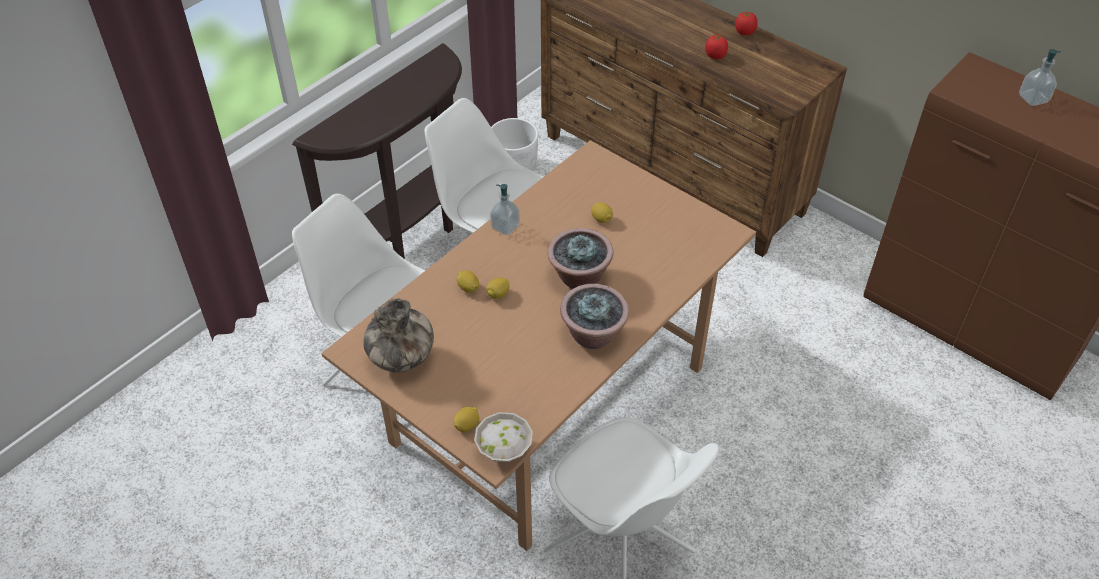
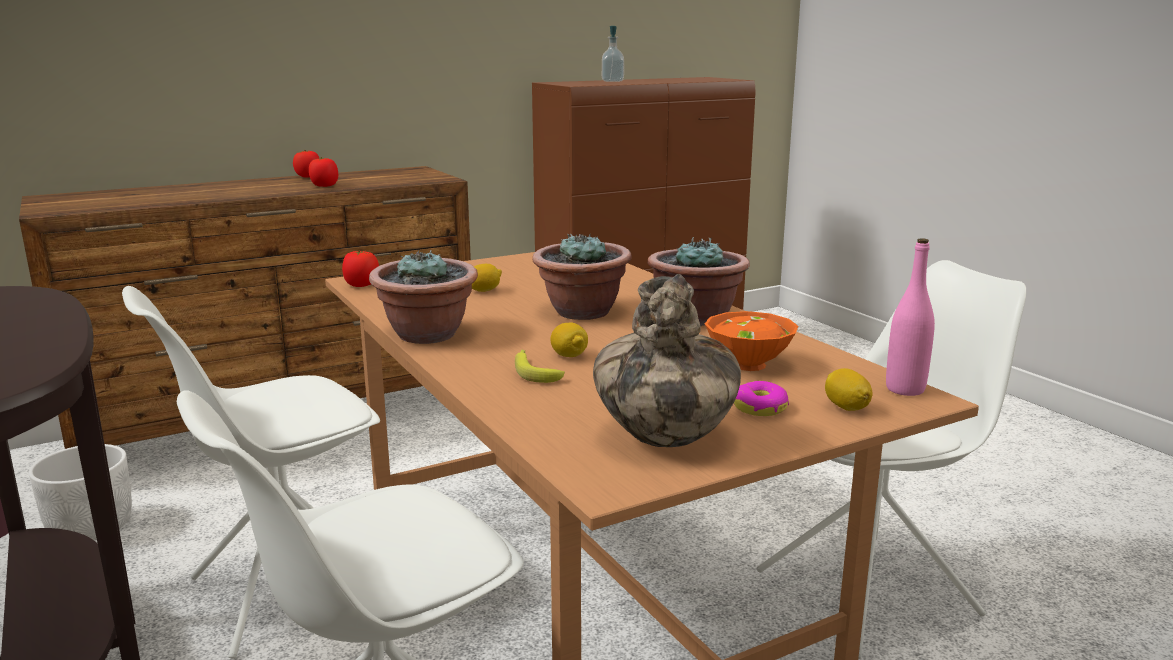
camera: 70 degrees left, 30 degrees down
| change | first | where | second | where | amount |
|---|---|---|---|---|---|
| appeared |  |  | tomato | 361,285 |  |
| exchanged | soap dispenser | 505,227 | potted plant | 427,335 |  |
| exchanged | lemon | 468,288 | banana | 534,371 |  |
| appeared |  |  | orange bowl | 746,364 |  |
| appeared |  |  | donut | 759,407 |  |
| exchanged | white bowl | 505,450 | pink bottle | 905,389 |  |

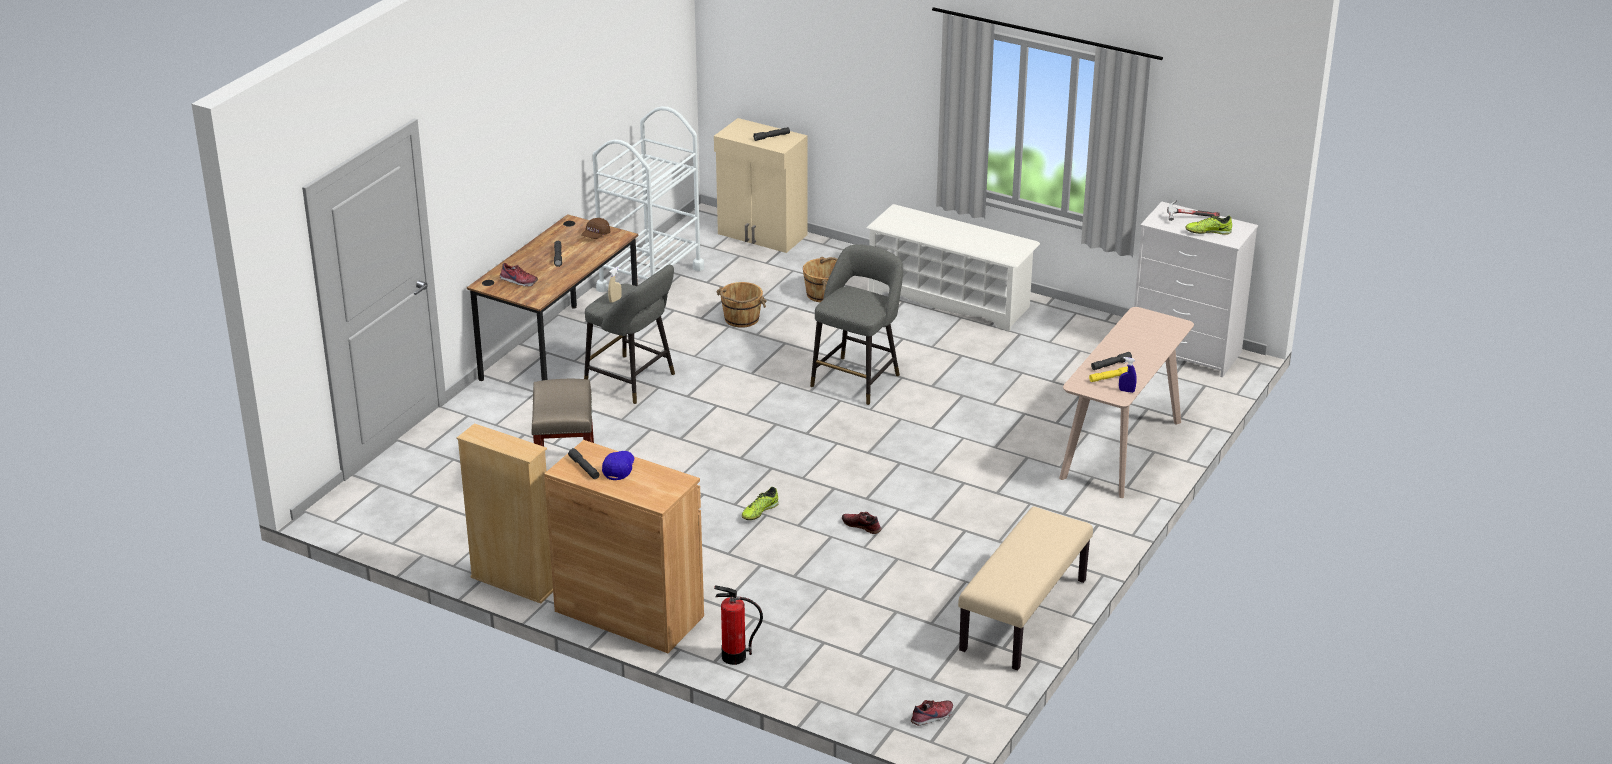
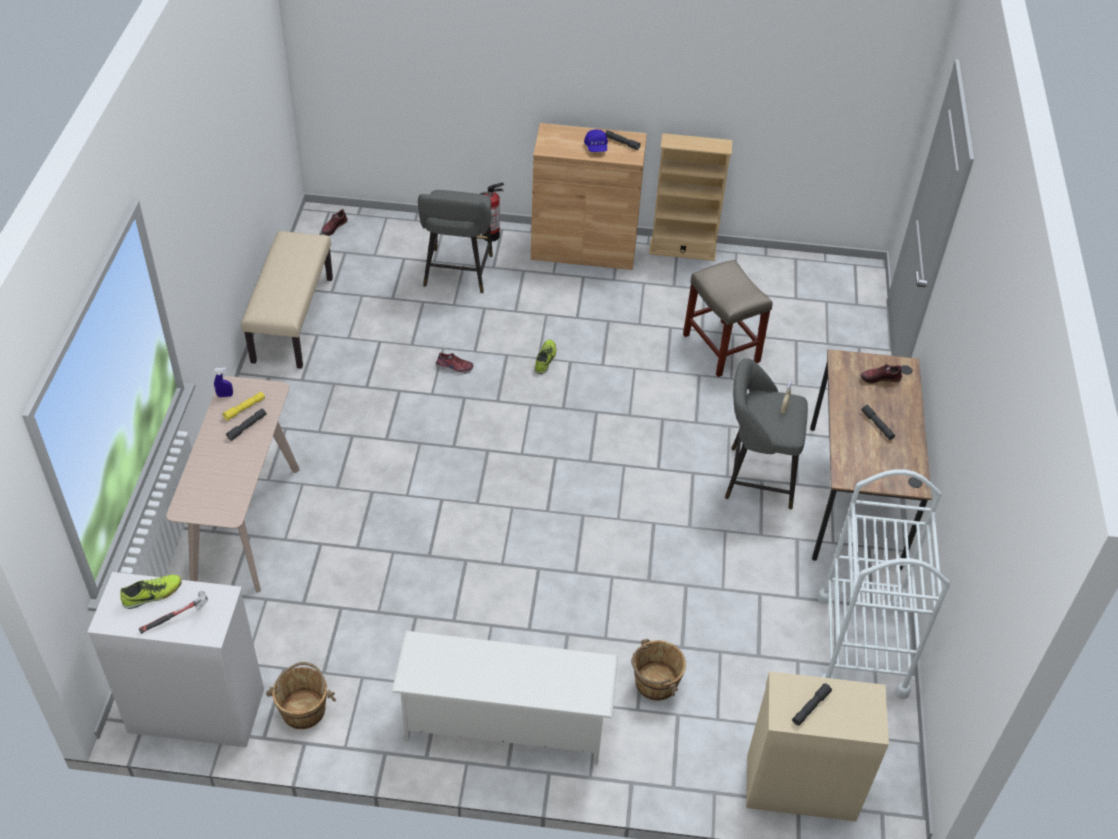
camera: 155 degrees right, 15 degrees up
| change | first | where | second | where | amount |
|---|---|---|---|---|---|
| relocated | brown bucket | 741,319 |  | 303,709 |  |
| relocated | grey stool | 857,378 |  | 457,274 |  |
| missing | brown cap | 595,235 |  |  |  |

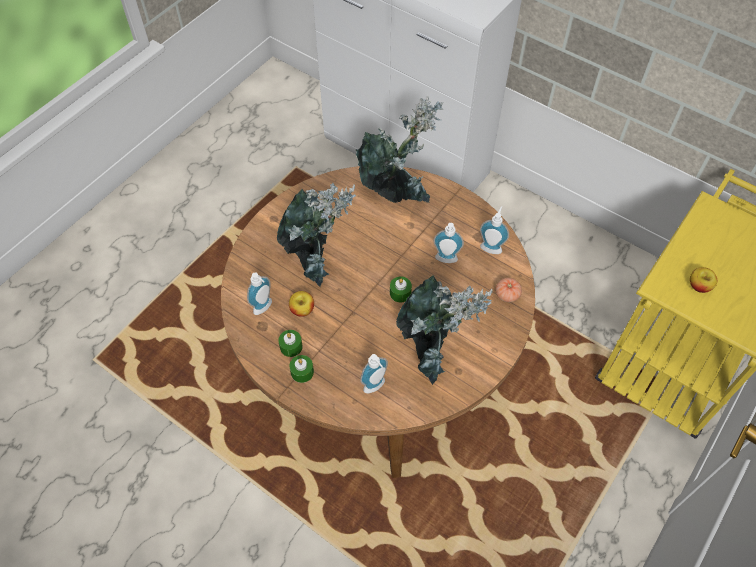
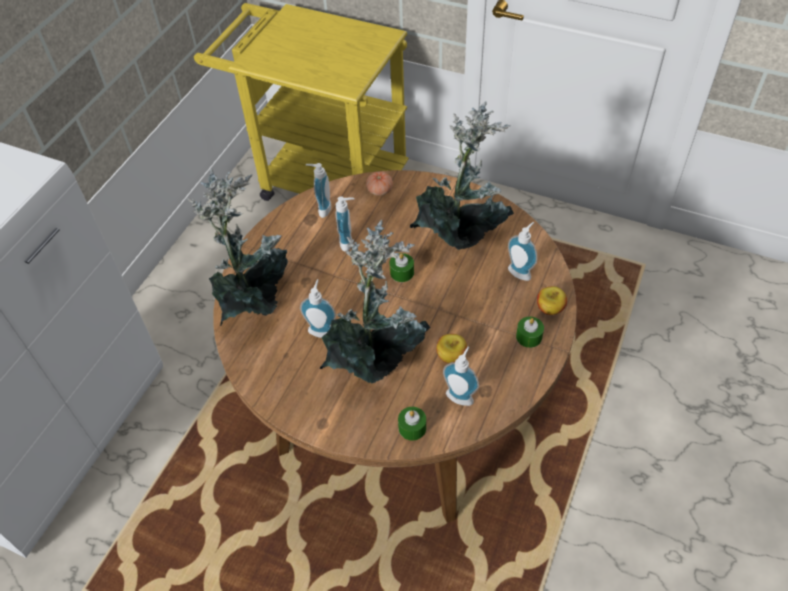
camera: 100 degrees left, 5 degrees down
| change | first | where | second | where | amount |
|---|---|---|---|---|---|
| appeared |  |  | soap dispenser | 322,329 |  |
| relocated | green candle | 291,346 |  | 412,428 |  |
| relocated | apple | 699,286 |  | 550,308 |  |

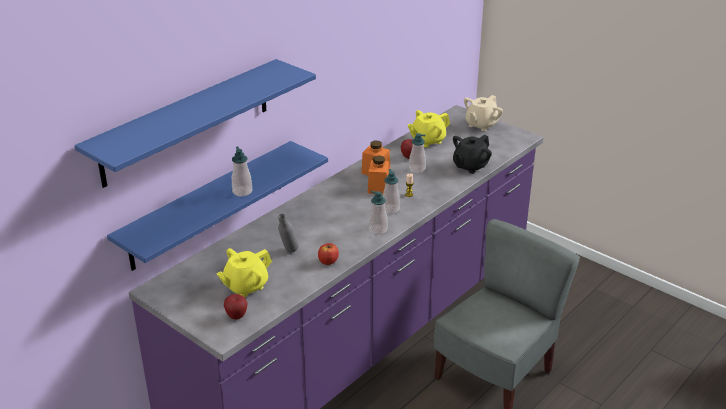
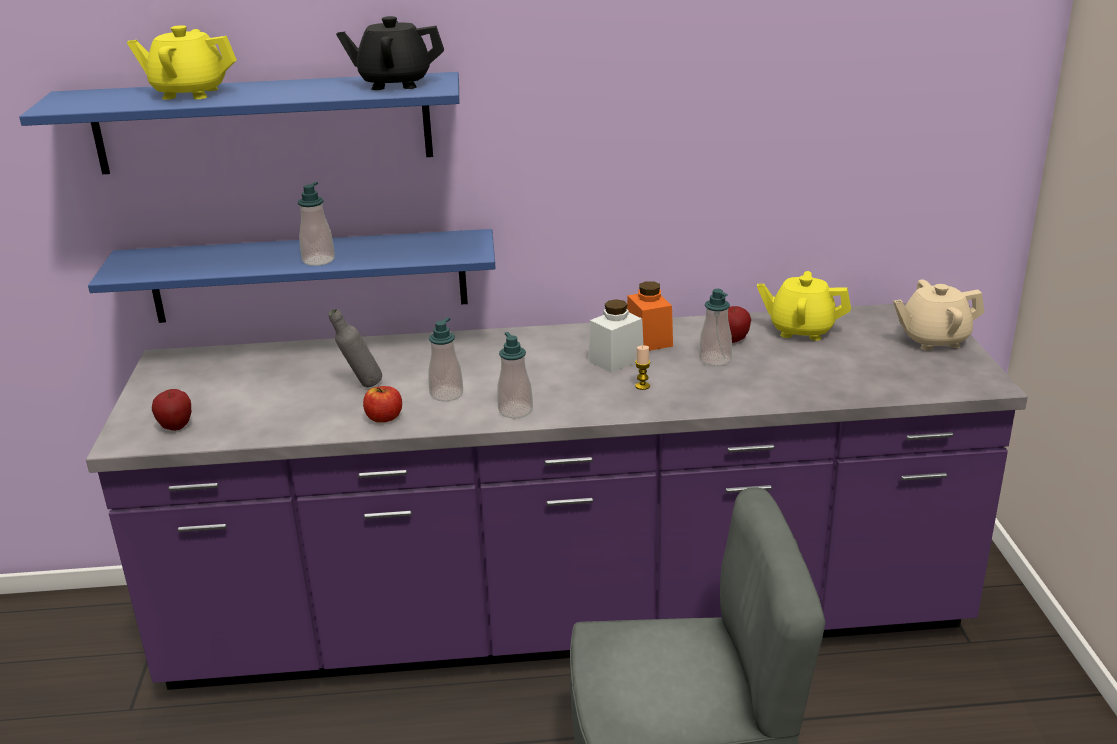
camera: 45 degrees right, 5 degrees down
| change | first | where | second | where | amount |
|---|---|---|---|---|---|
| relocated | yellow teapot | 245,286 |  | 189,93 |  |
| relocated | black teapot | 470,166 |  | 394,84 |  |
| relocated | soap dispenser | 390,209 |  | 446,394 |  |
| colour | orange jar | 378,187 | white jar | 616,360 |  |

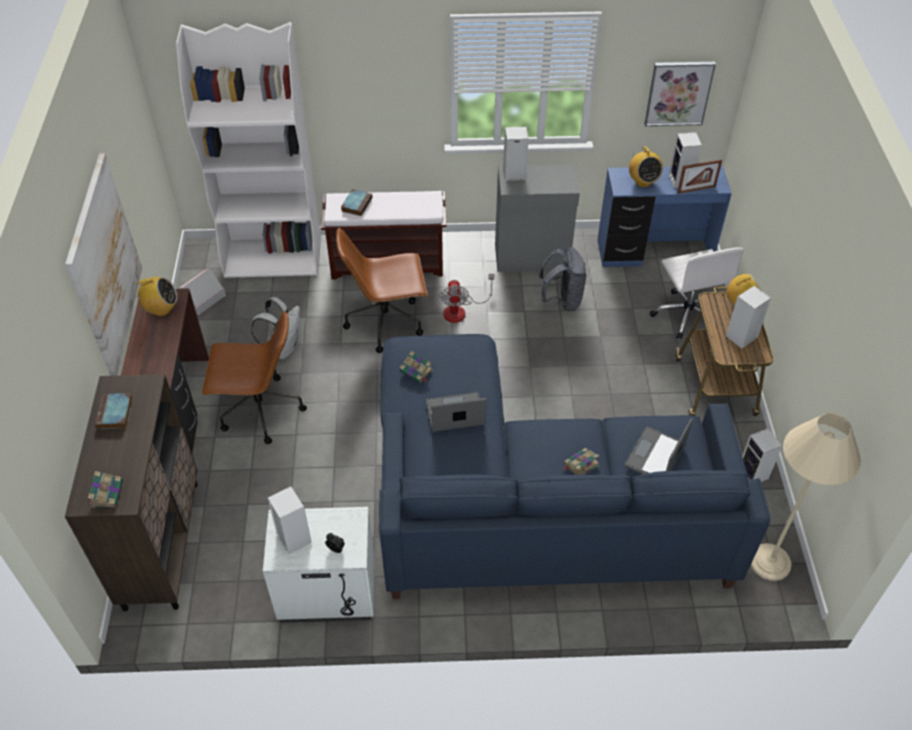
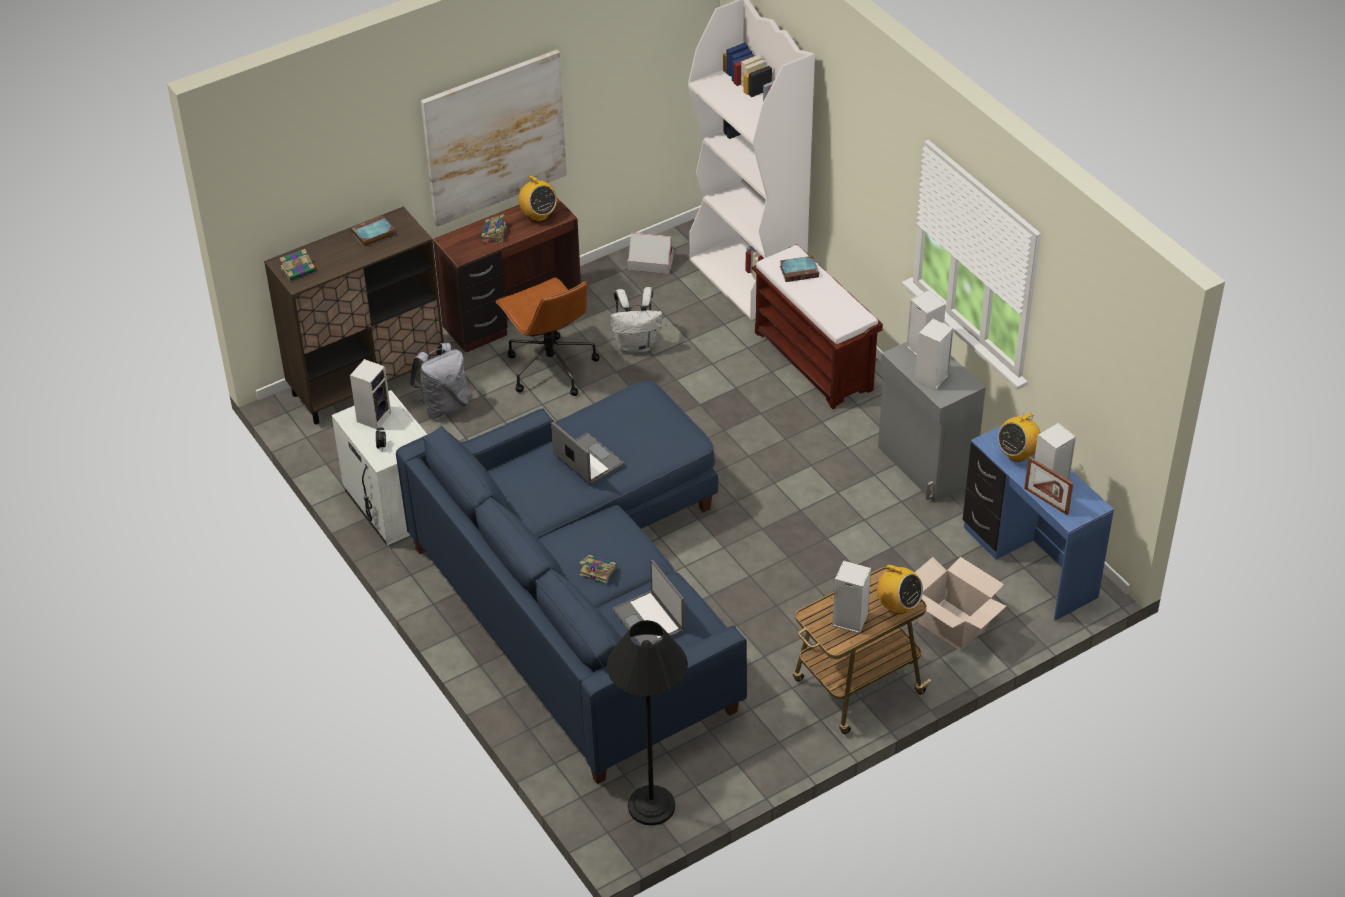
camera: 60 degrees right, 5 degrees down
| change | first | where | second | where | amount |
|---|---|---|---|---|---|
| relocated | grey backpack | 562,300 |  | 443,406 |  |
| relocated | book | 416,371 |  | 494,233 |  |
| colour | beige floor lamp | 770,562 | black floor lamp | 651,806 |  |
| spun | laptop | 656,456 |  | 649,620 | 120 degrees counterclockwise |
| relocated | speaker | 754,474 |  | 931,379 |  |
| exchanged | white office chair | 686,314 | cardboard box | 952,625 |  |
| missing | brown office chair | 386,322 |  |  |  |
| missing | fan | 460,310 |  |  |  |
| missing | picture | 678,93 |  |  |  |

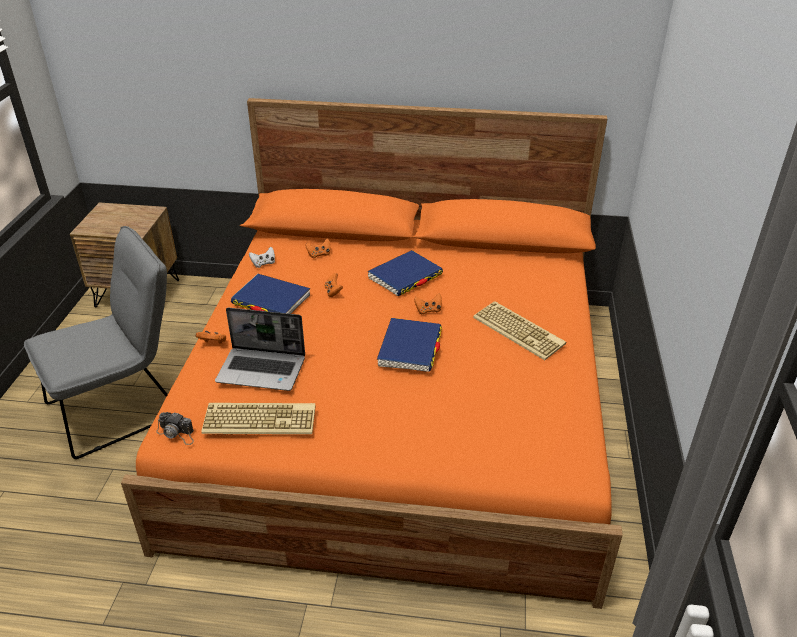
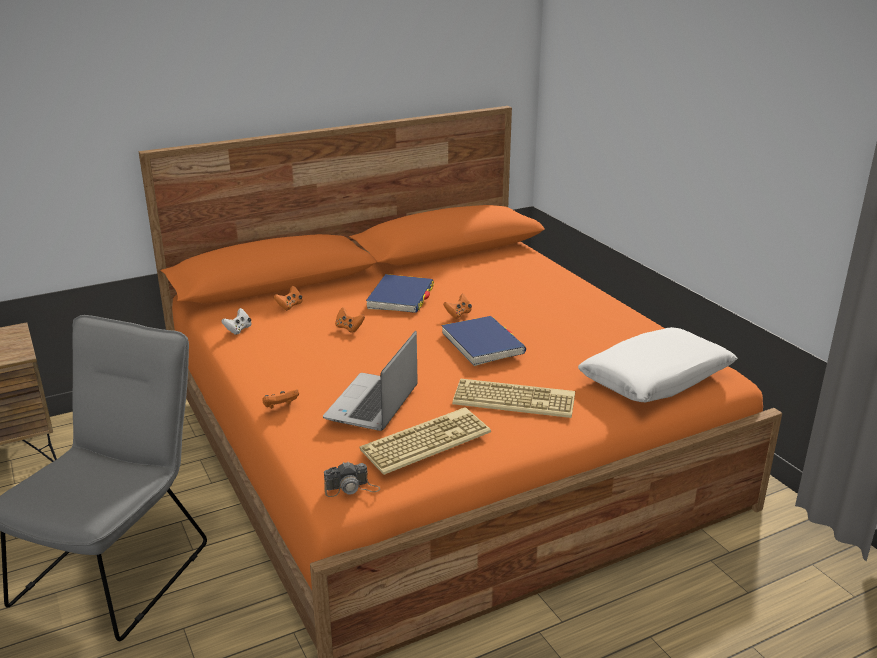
camera: 35 degrees left, 10 degrees down
| change | first | where | second | where | amount |
|---|---|---|---|---|---|
| spun | laptop | 262,370 |  | 373,404 | 135 degrees clockwise |
| relocated | keyboard | 520,331 |  | 515,399 |  |
| appeared |  |  | white pillow | 656,378 |  |
| missing | blue book | 271,300 |  |  |  |

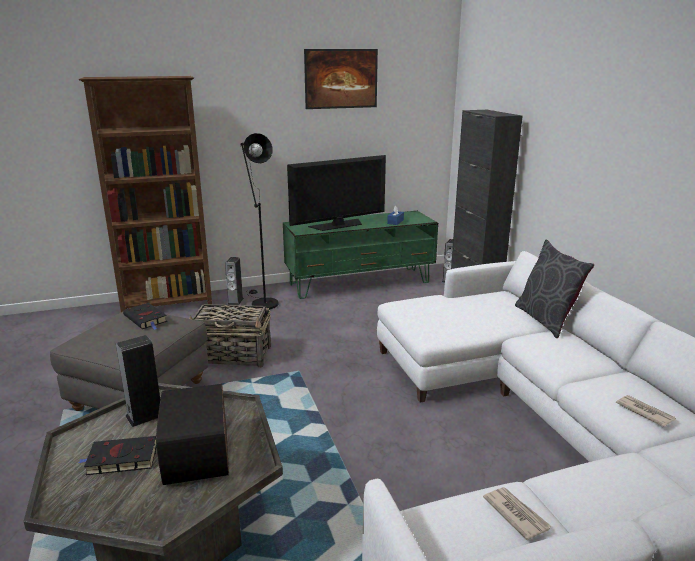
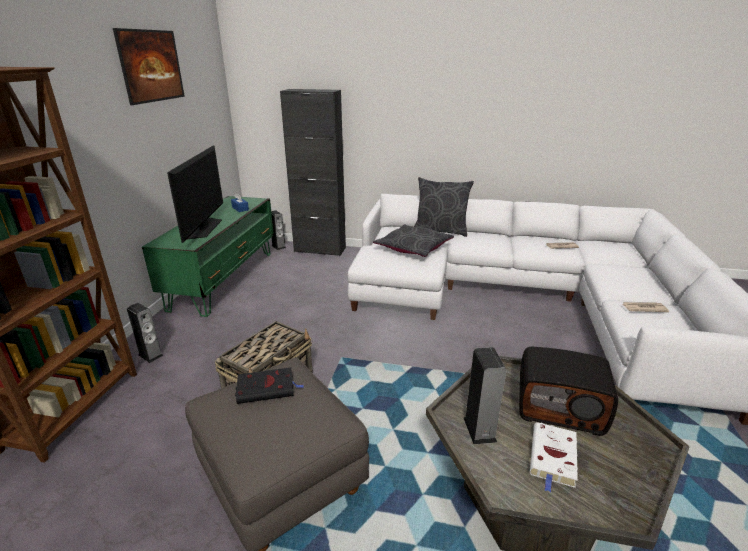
camera: 60 degrees left, 5 degrees up
| change | first | where | second | where | amount |
|---|---|---|---|---|---|
| appeared |  |  | grey pillow | 413,248 |  |
| colour | black book | 120,459 | white book | 553,458 |  |
| missing | black floor lamp | 262,302 |  |  |  |

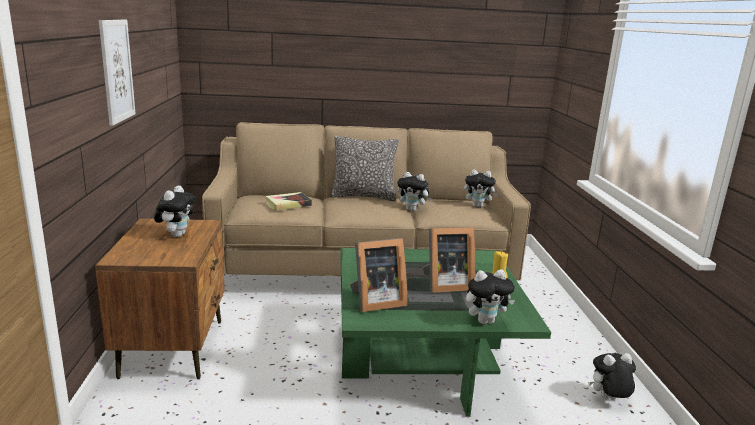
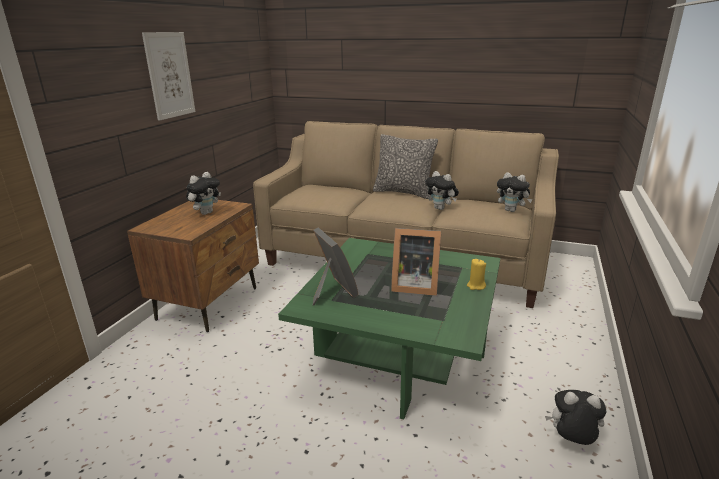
camera: 25 degrees right, 5 degrees up
| change | first | where | second | where | amount |
|---|---|---|---|---|---|
| spun | picture frame | 375,301 |  | 332,291 | 120 degrees counterclockwise |
| missing | book | 288,204 |  |  |  |
| missing | plush toy | 486,321 |  |  |  |

